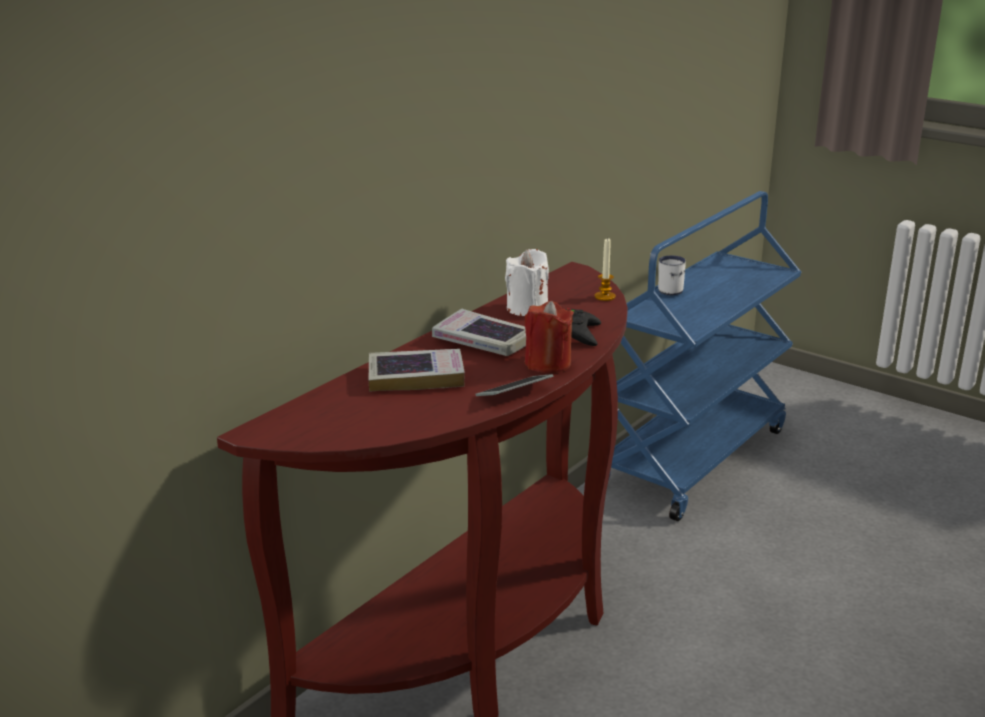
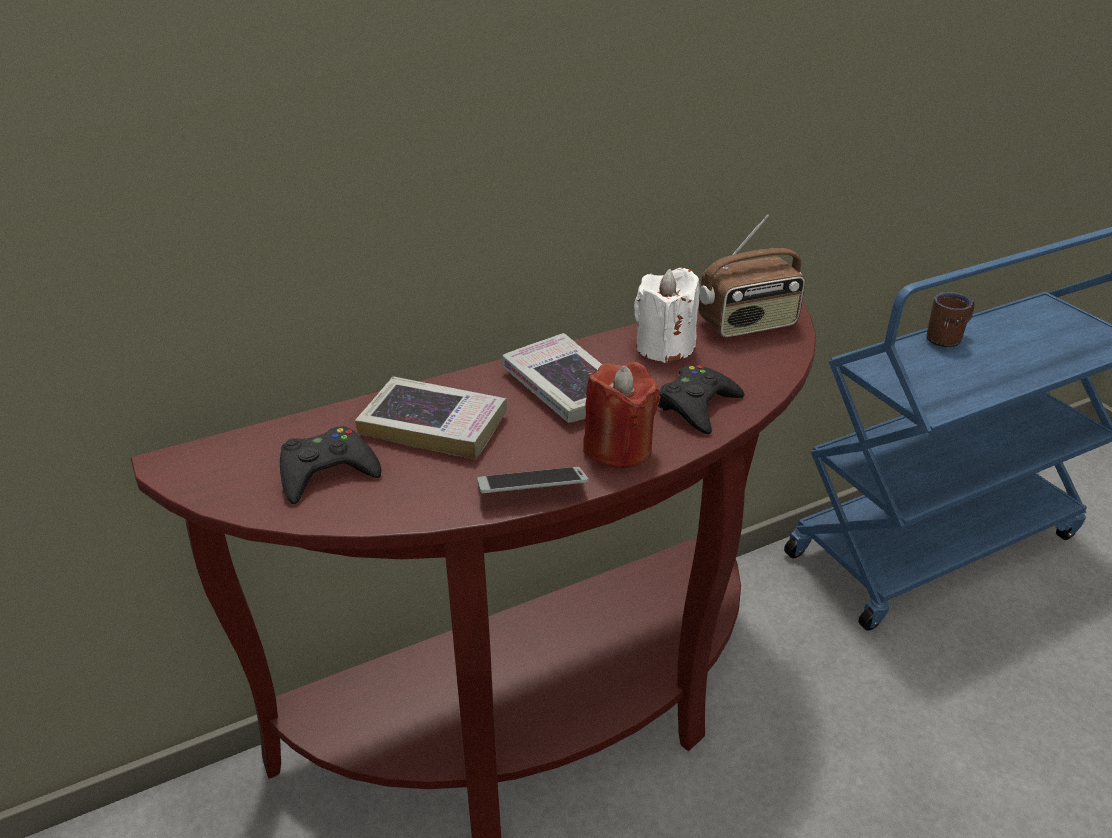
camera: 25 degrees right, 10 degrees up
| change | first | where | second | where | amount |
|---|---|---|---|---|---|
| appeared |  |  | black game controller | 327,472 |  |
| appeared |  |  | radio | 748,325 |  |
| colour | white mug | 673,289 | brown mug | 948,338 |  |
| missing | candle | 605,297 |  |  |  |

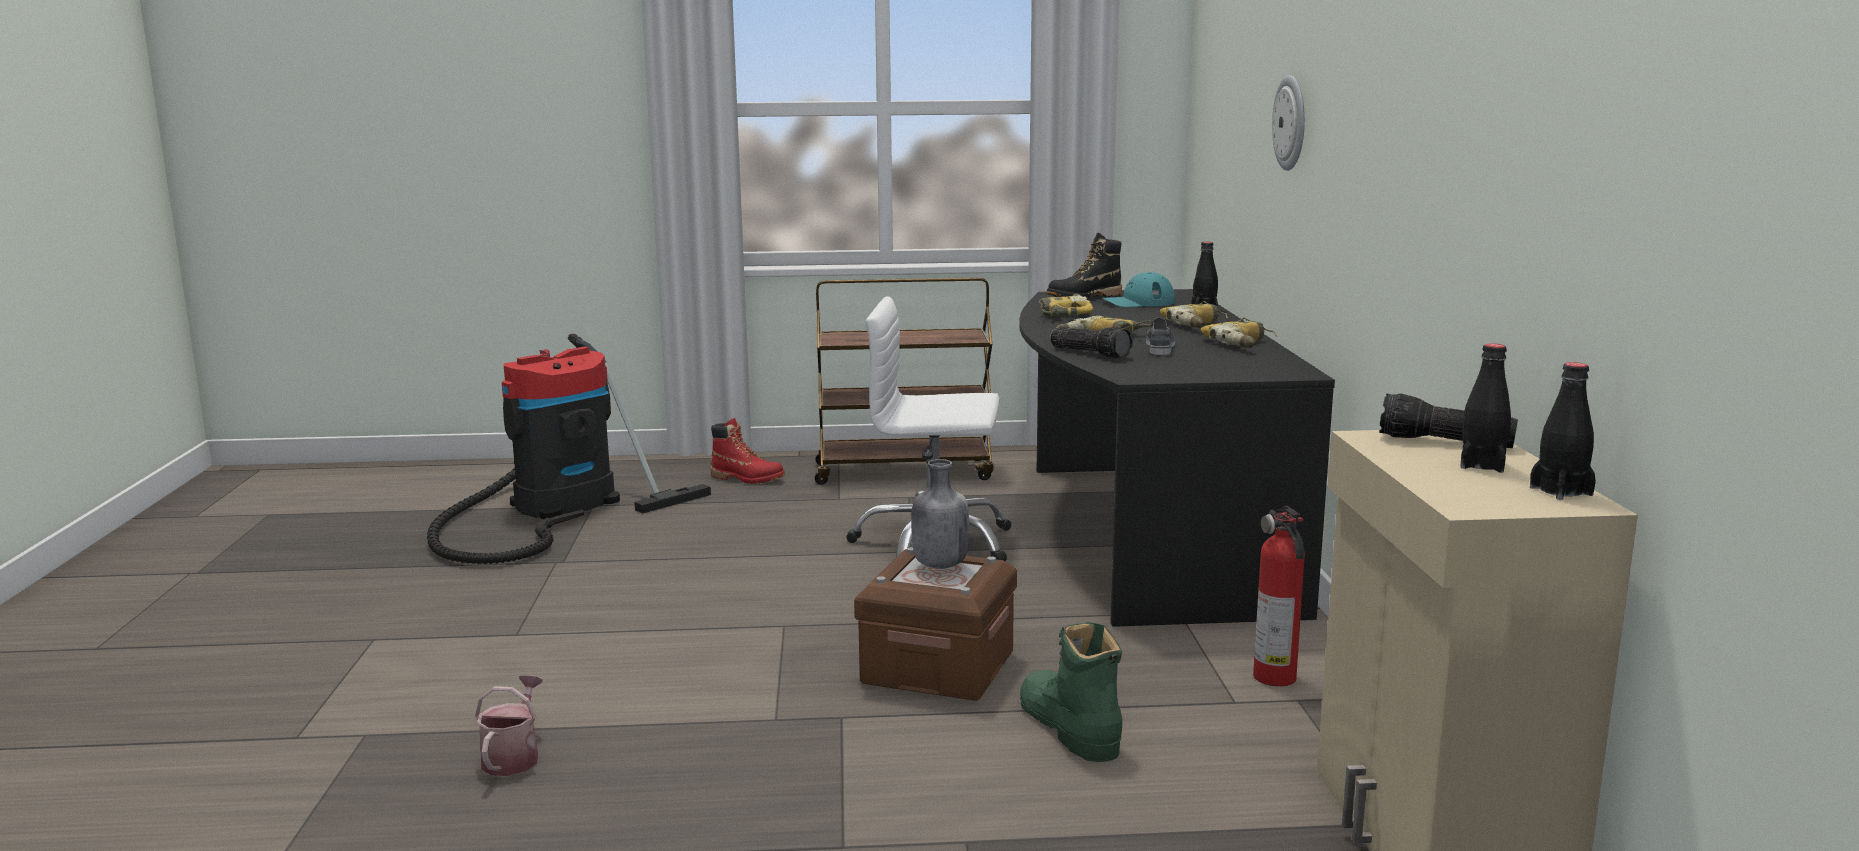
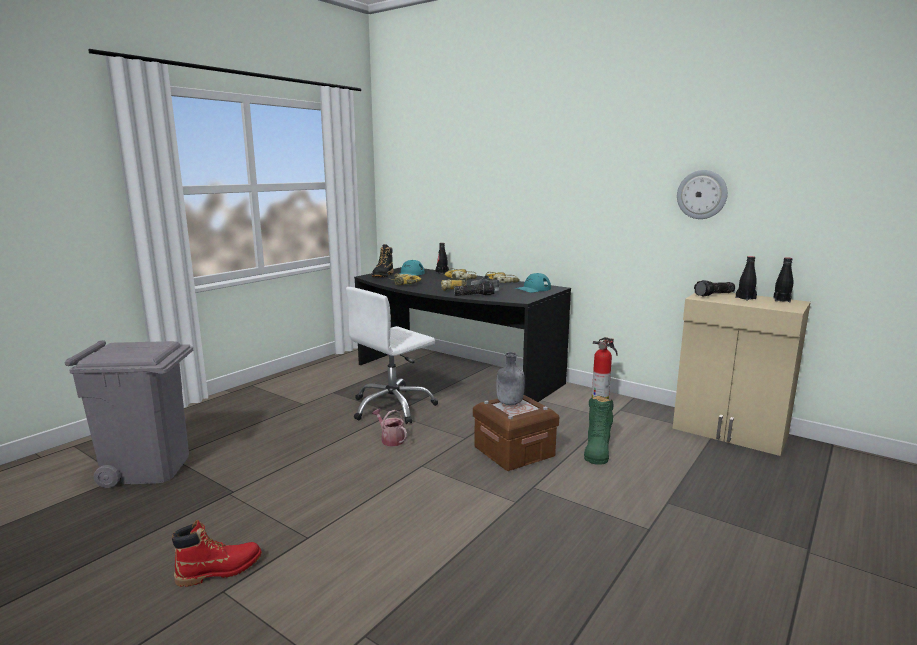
camera: 50 degrees left, 0 degrees up
| change | first | where | second | where | amount |
|---|---|---|---|---|---|
| exchanged | vacuum cleaner | 556,508 | grey trash can | 149,468 |  |
| relocated | red boot | 747,478 |  | 220,570 |  |
| relocated | watering can | 513,757 |  | 390,440 |  |
| appeared |  |  | turquoise cap | 533,289 |  |
| spun | green boot | 1069,727 |  | 597,450 | 90 degrees counterclockwise |
| relocated | wall clock | 1291,123 |  | 702,194 |  |
| missing | brown cart | 904,471 |  |  |  |

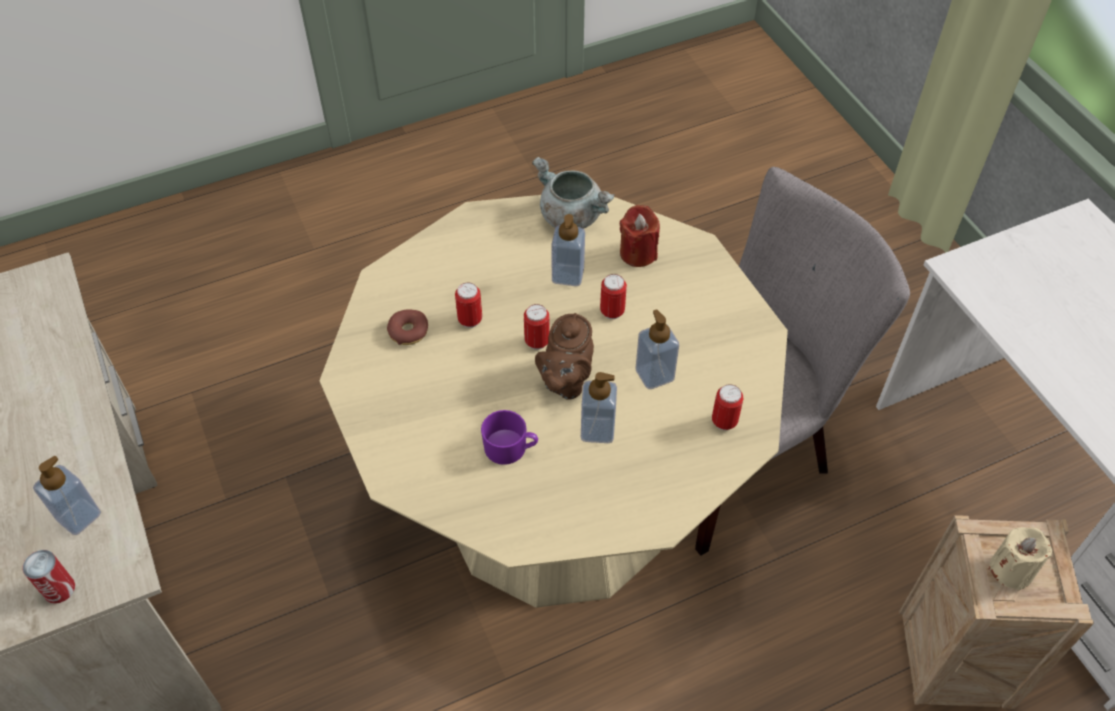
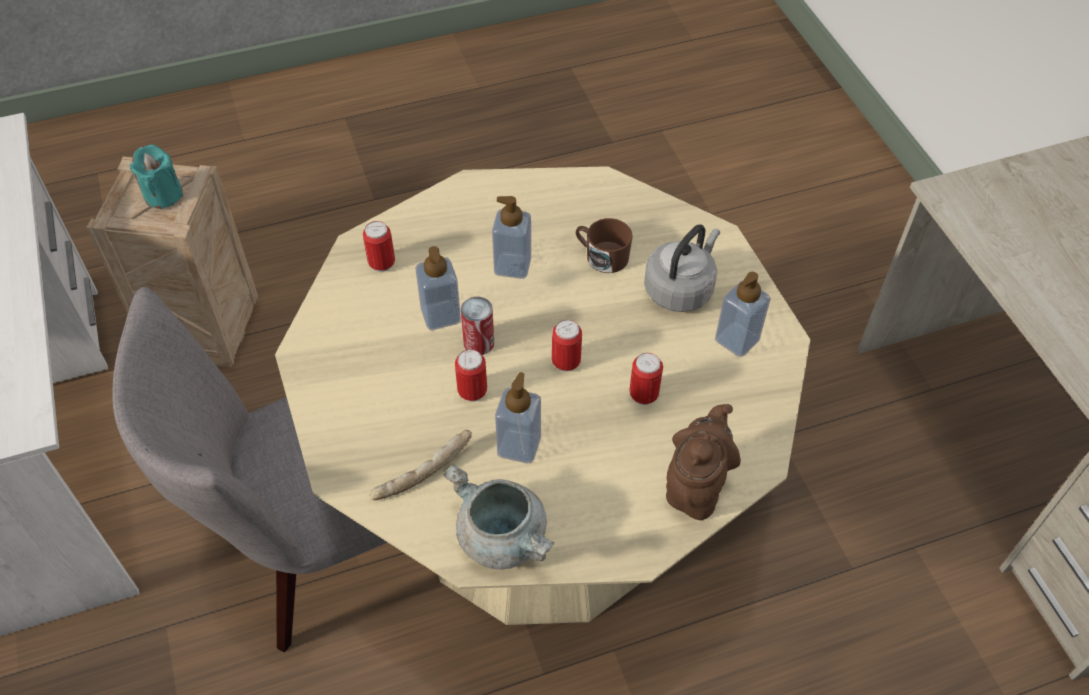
camera: 175 degrees left, 0 degrees up
| change | first | where | second | where | amount |
|---|---|---|---|---|---|
| colour | beige candle | 1011,569 | turquoise candle | 163,195 |  |
| exchanged | red candle | 638,253 | bread | 422,471 |  |
| relocated | can | 59,589 |  | 479,342 |  |
| colour | purple mug | 510,448 | brown mug | 602,256 |  |
| appeared |  |  | grey kettle | 680,289 |  |
| relocated | brown teapot | 565,381 |  | 696,486 |  |
| relocated | soap dispenser | 79,516 |  | 737,340 |  |
| missing | donut | 408,332 |  |  |  |

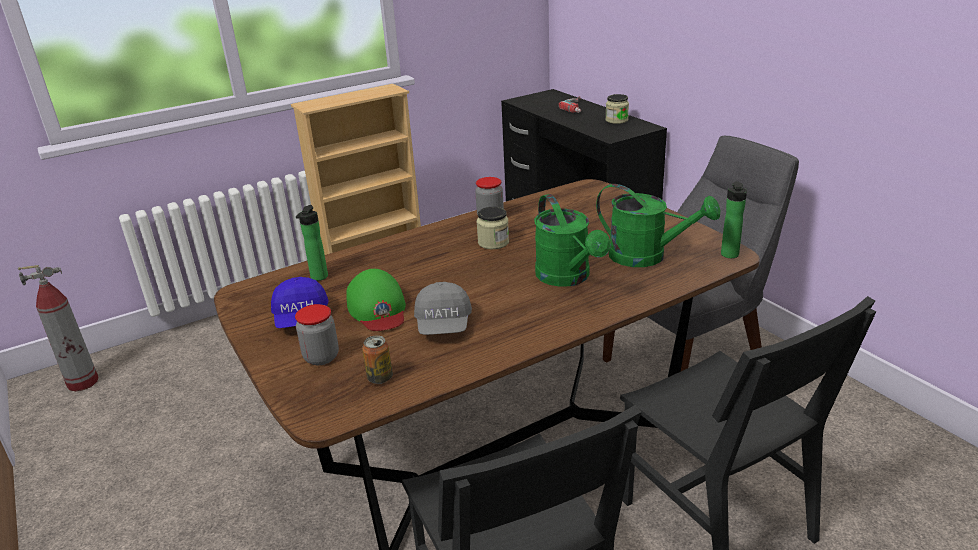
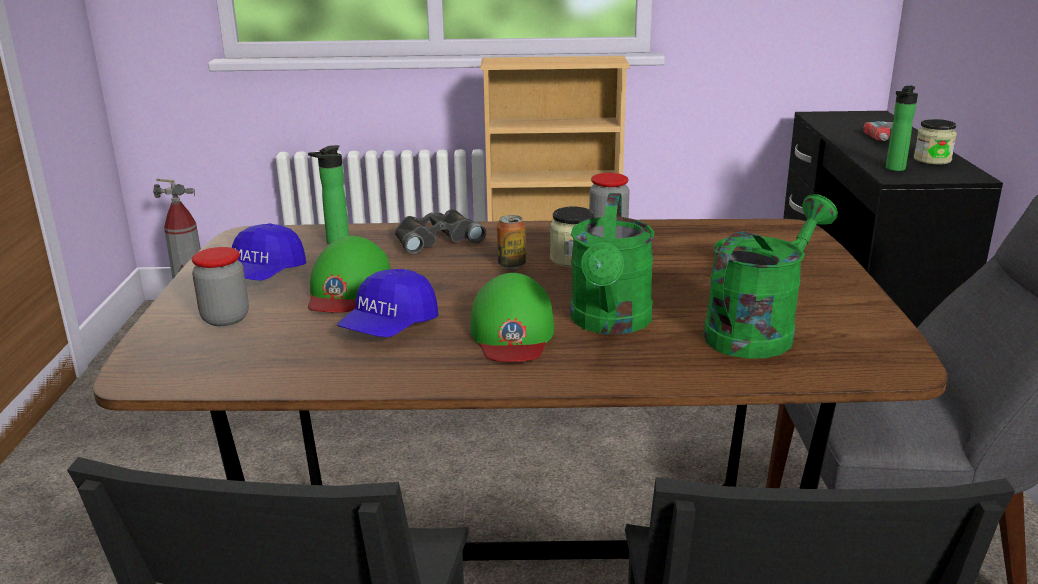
camera: 30 degrees right, 5 degrees down
| change | first | where | second | where | amount |
|---|---|---|---|---|---|
| colour | grey cap | 443,325 | blue cap | 389,328 |  |
| appeared |  |  | black binoculars | 436,239 |  |
| appeared |  |  | green cap | 512,332 |  |
| relocated | can | 380,378 |  | 511,265 |  |
| spun | green watering can | 647,257 |  | 758,331 | 105 degrees counterclockwise |
| relocated | bottle | 730,256 |  | 894,169 |  |

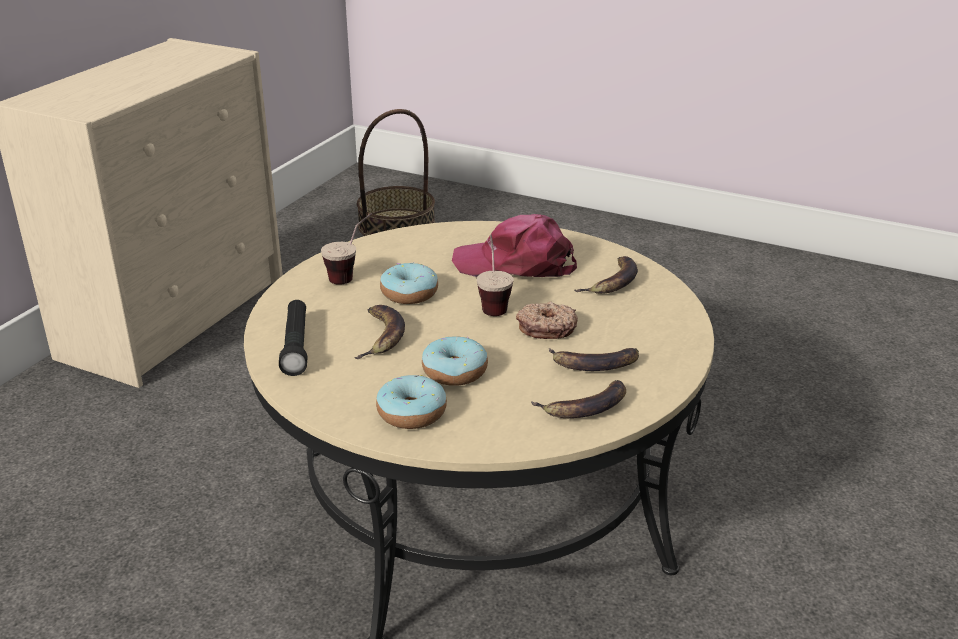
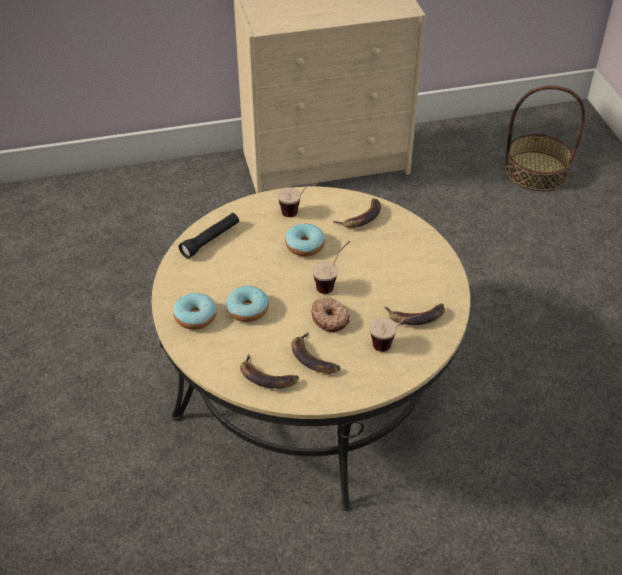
camera: 50 degrees right, 15 degrees up
| change | first | where | second | where | amount |
|---|---|---|---|---|---|
| relocated | banana | 380,336 |  | 361,217 |  |
| appeared |  |  | cup | 392,345 |  |
| missing | pink cap | 516,264 |  |  |  |

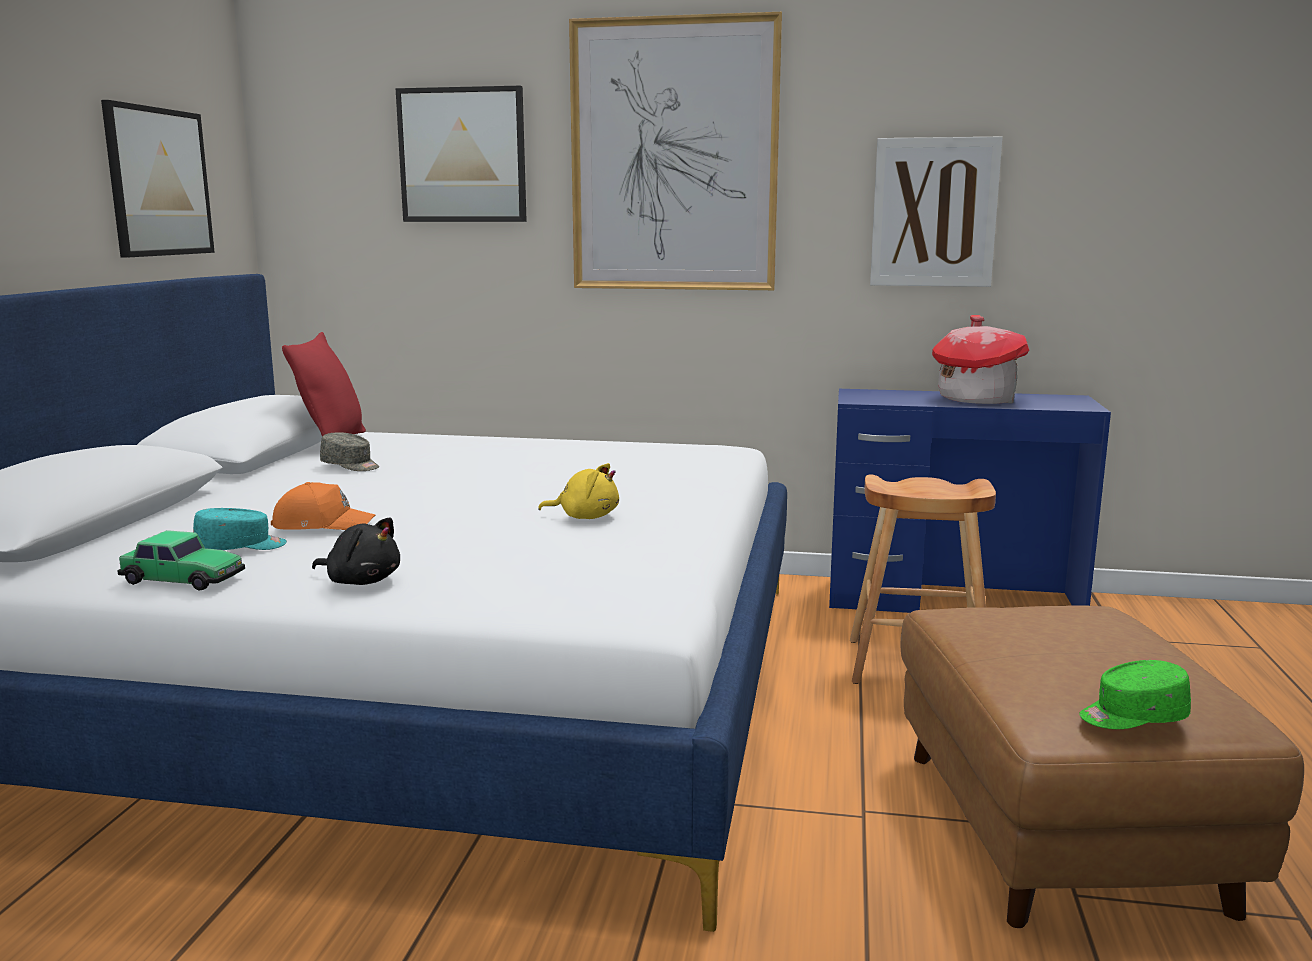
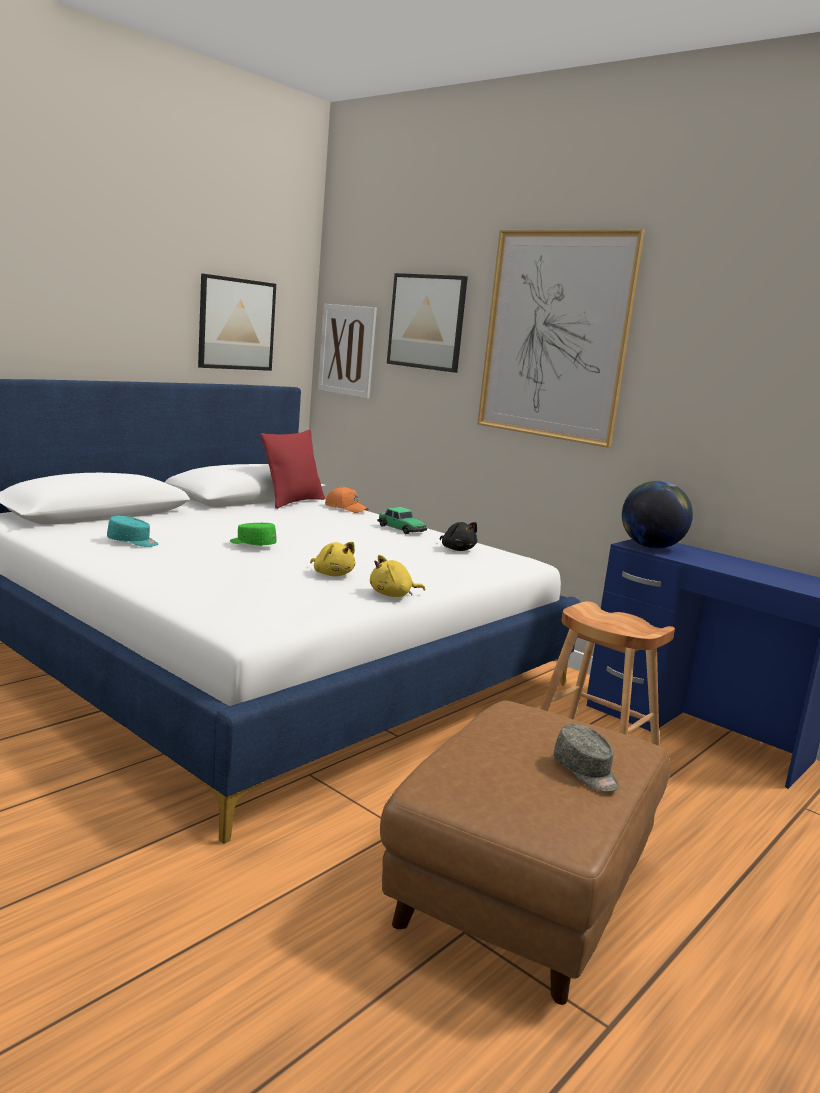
camera: 30 degrees right, 0 degrees up
| change | first | where | second | where | amount |
|---|---|---|---|---|---|
| relocated | green cap | 1132,716 |  | 252,544 |  |
| relocated | picture | 934,212 |  | 347,350 |  |
| relocated | orange cap | 322,524 |  | 346,508 |  |
| appeared |  |  | yellow plush toy | 393,595 |  |
| relocated | toy car | 183,579 |  | 401,529 |  |
| relocated | black plush toy | 361,581 |  | 457,549 |  |
| relocated | grey cap | 351,466 |  | 586,772 |  |
| appeared |  |  | globe | 650,547 |  |
| missing | toy house | 976,399 |  |  |  |

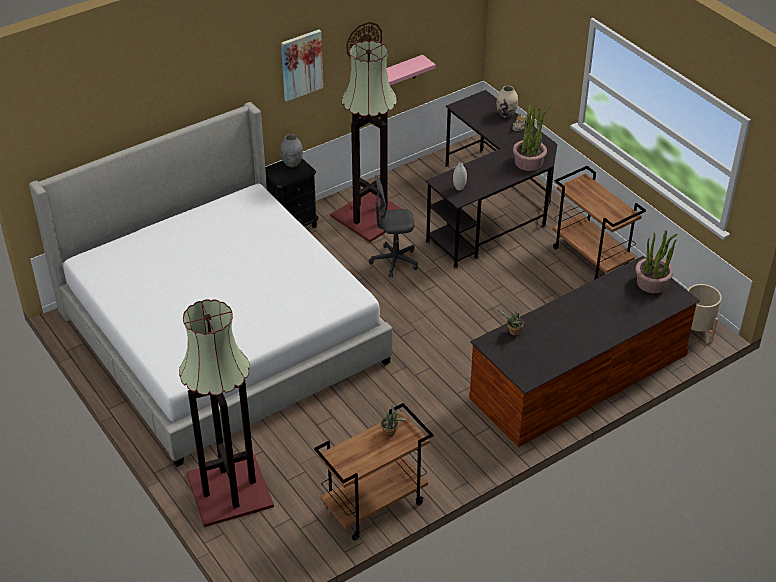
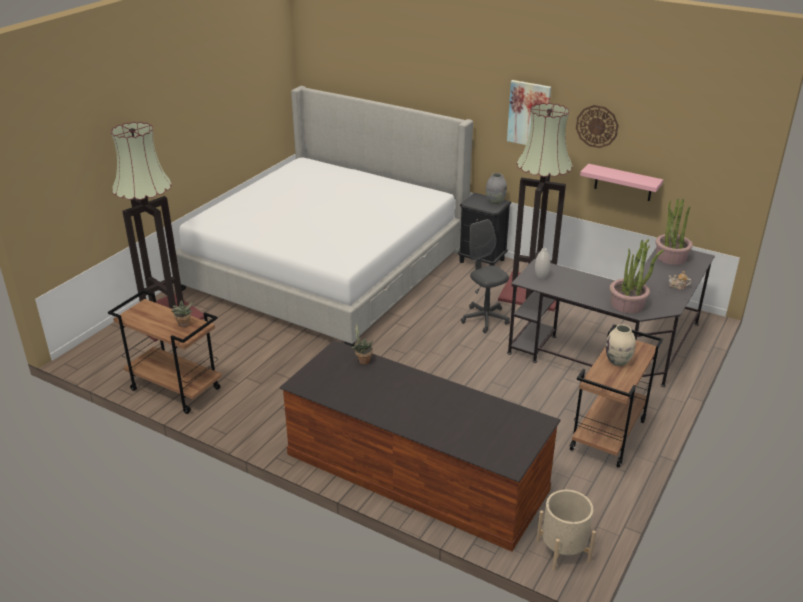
camera: 65 degrees right, 10 degrees down
| change | first | where | second | where | amount |
|---|---|---|---|---|---|
| relocated | beige vase | 506,114 |  | 618,361 |  |
| relocated | potted plant | 652,283 |  | 671,257 |  |

